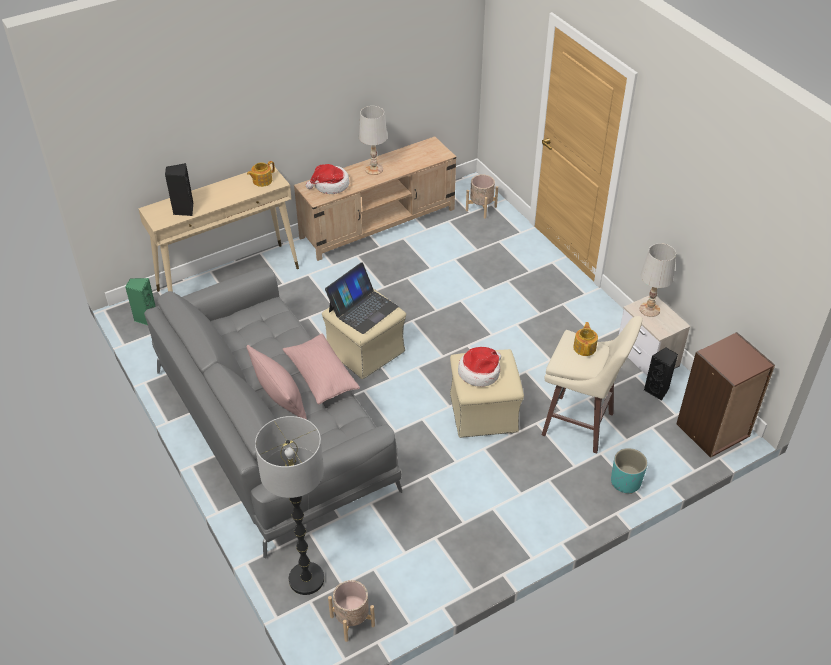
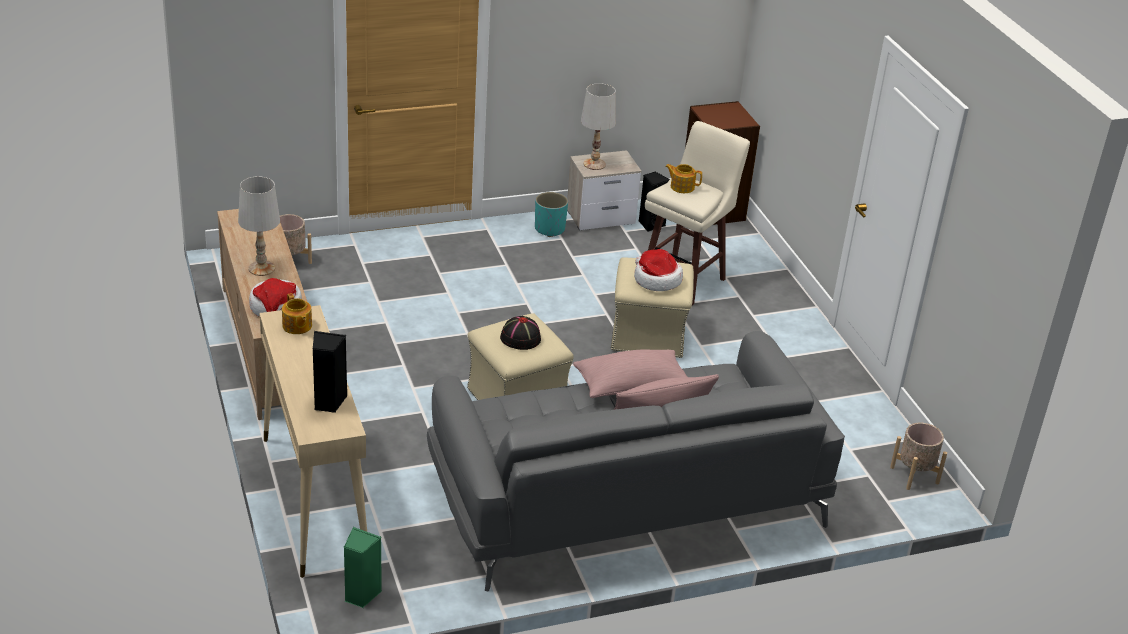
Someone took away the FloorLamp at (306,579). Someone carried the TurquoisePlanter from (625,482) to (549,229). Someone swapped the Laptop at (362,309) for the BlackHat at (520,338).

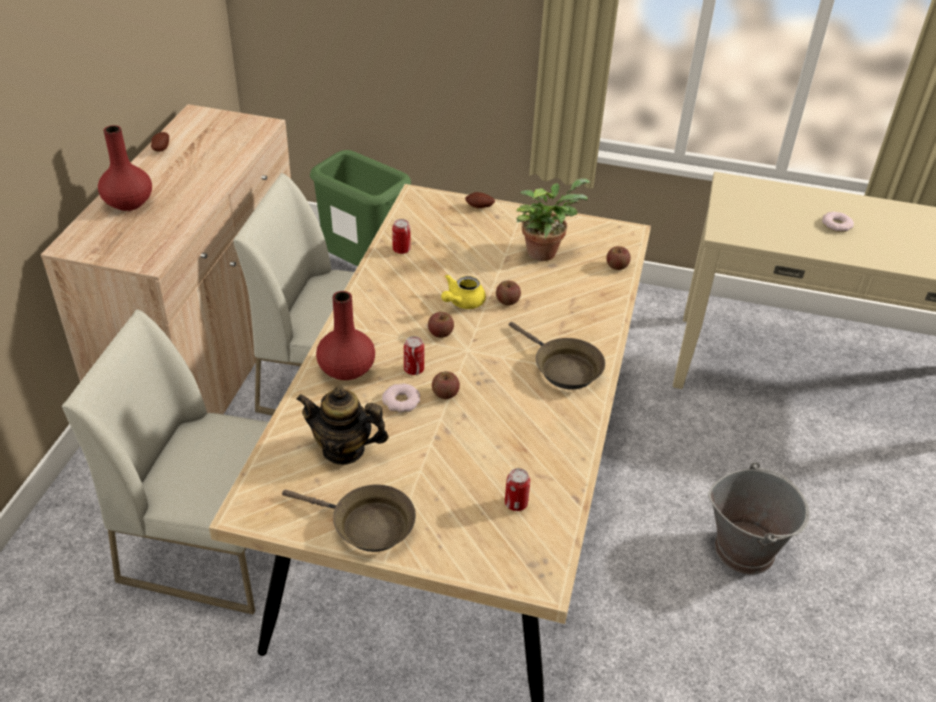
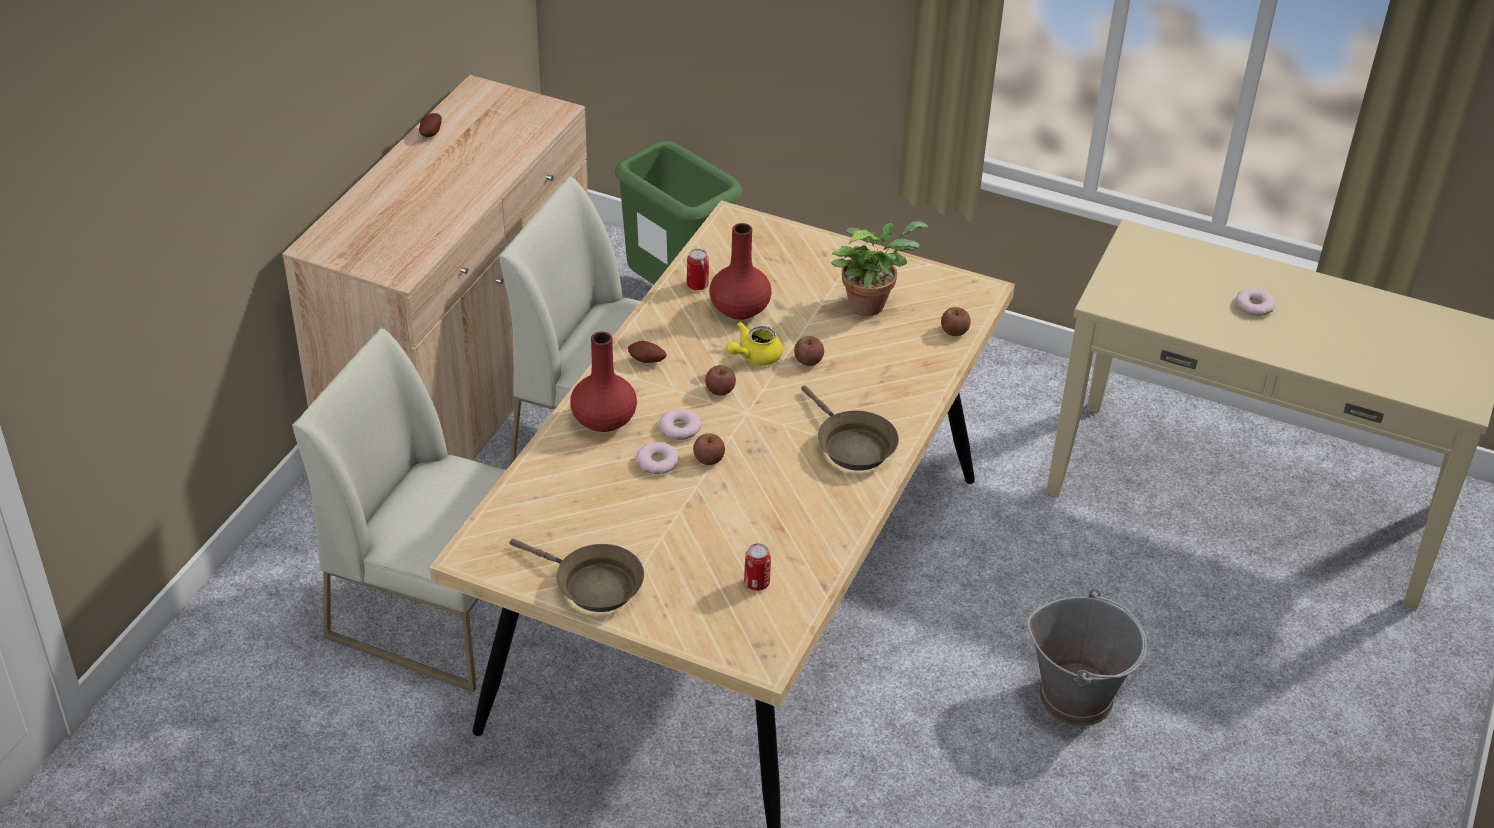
Someone took away the Teapot at (344,449). Someone carried the RedVase from (129,202) to (740,308). Someone carried the Potato from (479,207) to (646,361). Someone swapped the Can at (414,369) for the Donut at (679,428).

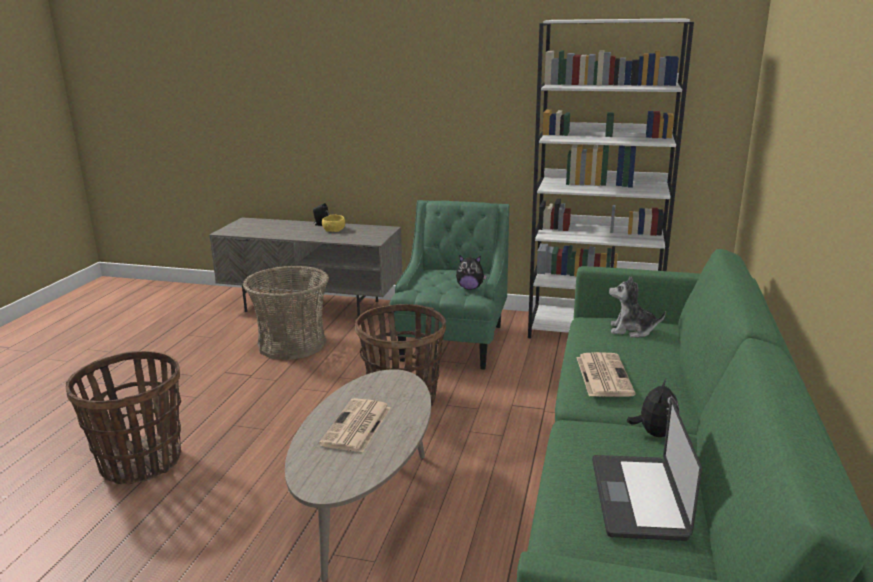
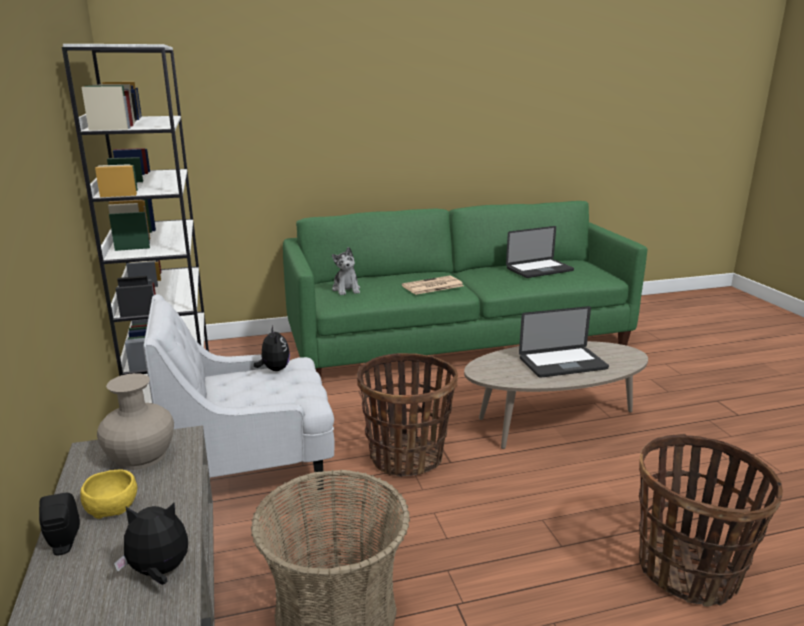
Someone put down the BeigeVase at (140,455). Someone carried the PlushToy from (654,433) to (159,572). Someone swapped the Newspaper at (356,426) for the Laptop at (562,364). Someone repainted the GreenArmchair at (452,344), which became the WhiteArmchair at (251,469).

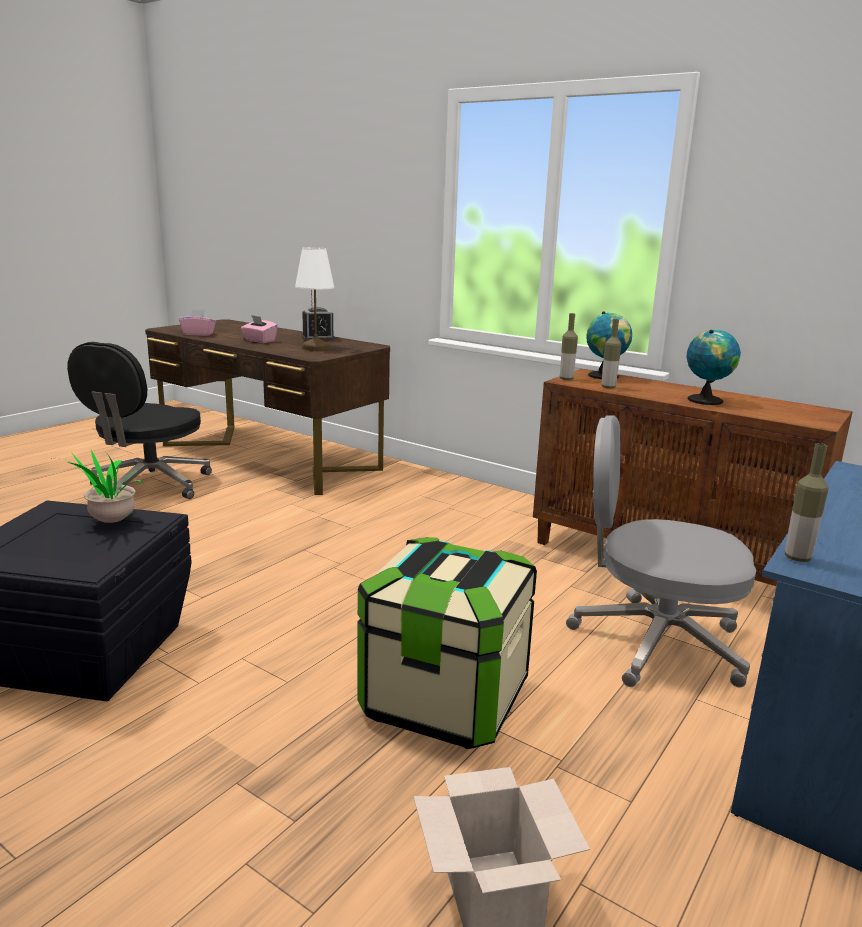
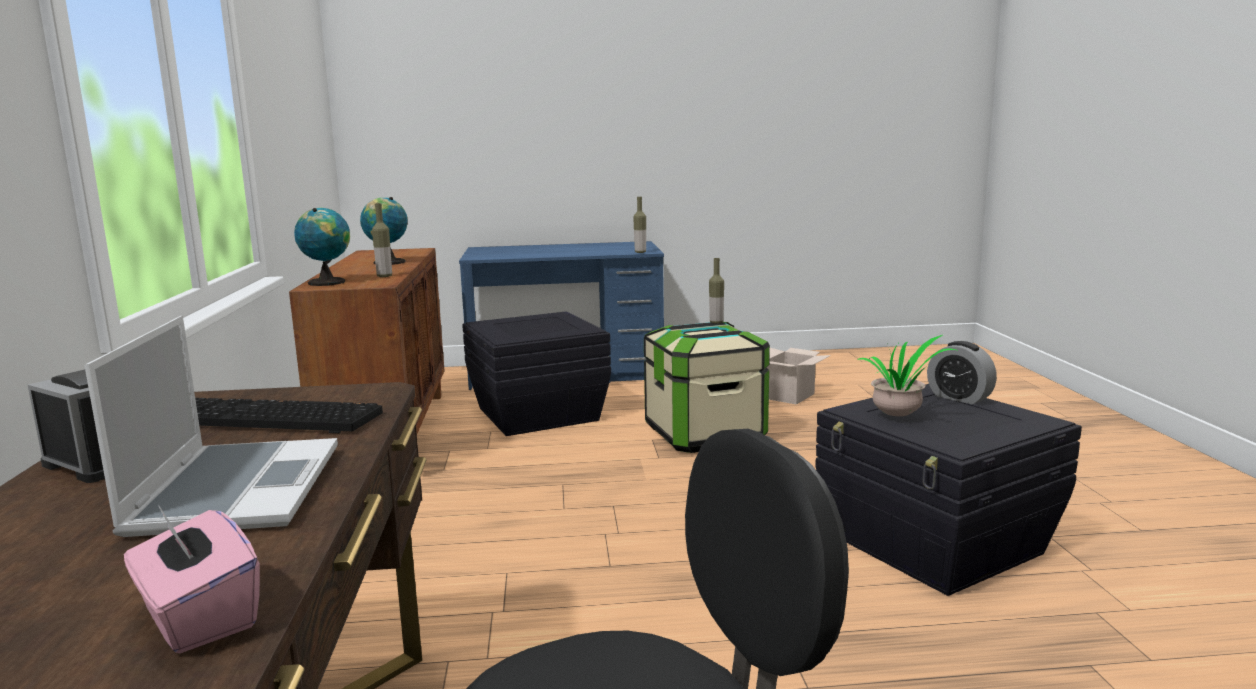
Someone put down the AlarmClock at (959,398). Someone carried the Bottle from (566,379) to (716,322). Someone swapped the PinkTissueBox at (259,341) for the Laptop at (236,489). Someone swapped the WhiteTableLamp at (316,348) for the Keyboard at (265,420). Someone swapped the GreyOfficeChair at (654,642) for the BlackStorageBox at (536,414).

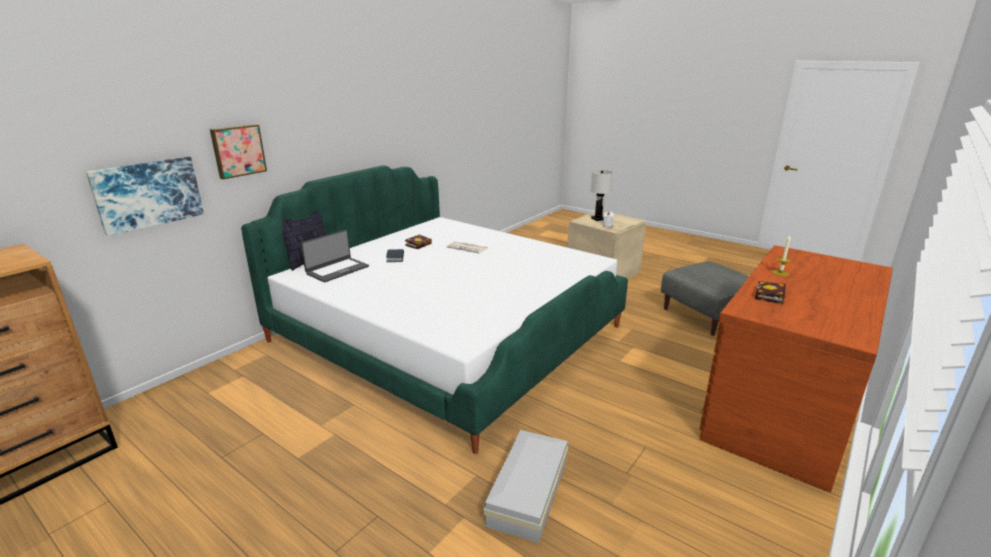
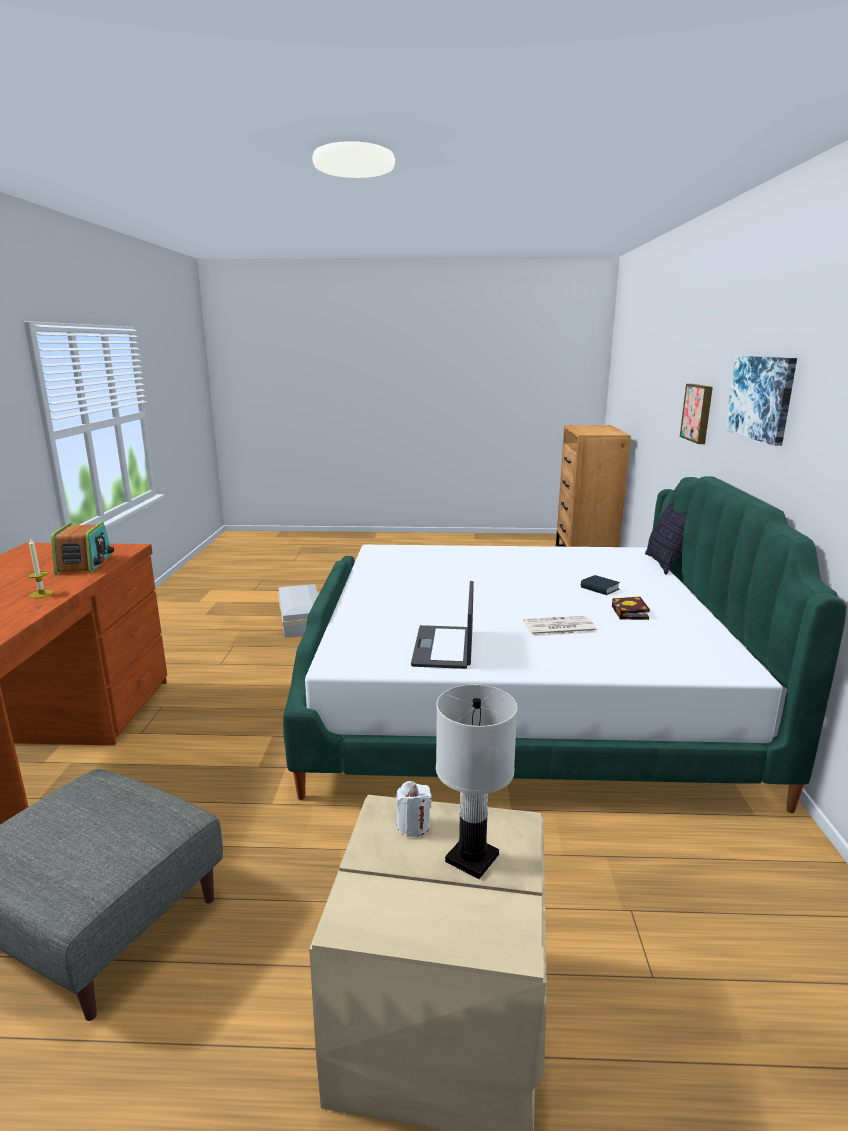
Someone carried the Picture from (148,194) to (761,397). Someone carried the Laptop from (337,270) to (444,647). Someone swapped the Book at (770,296) for the Radio at (85,564).

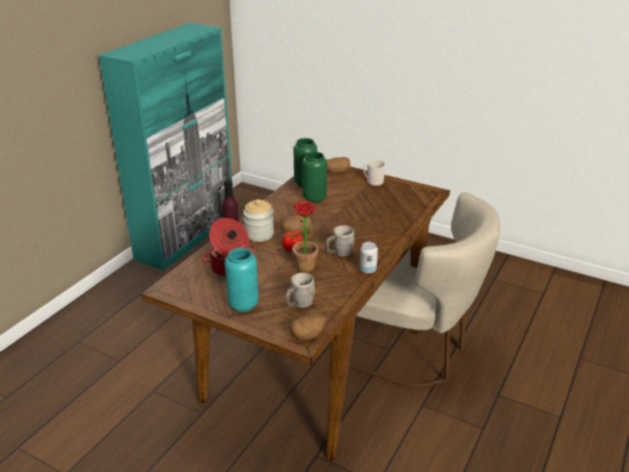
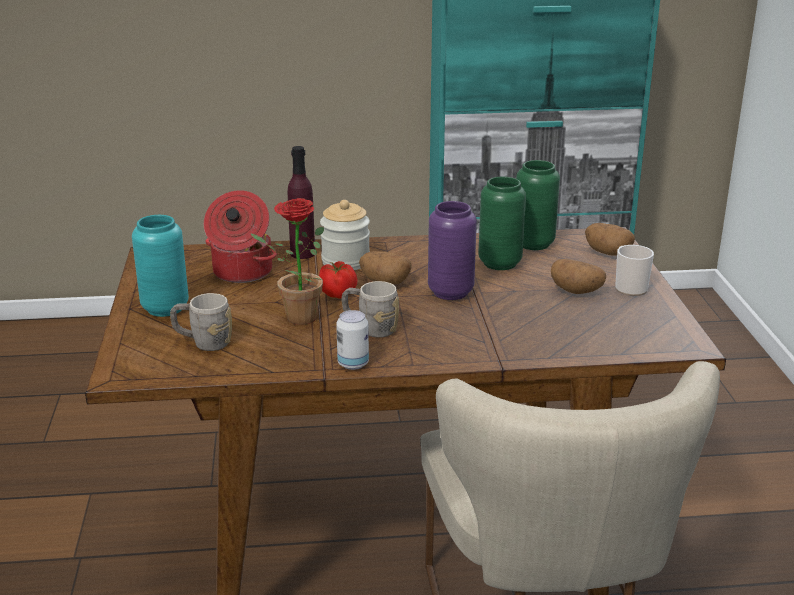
Someone put down the PurpleVase at (450,292). Someone carried the Potato from (308,335) to (576,291).

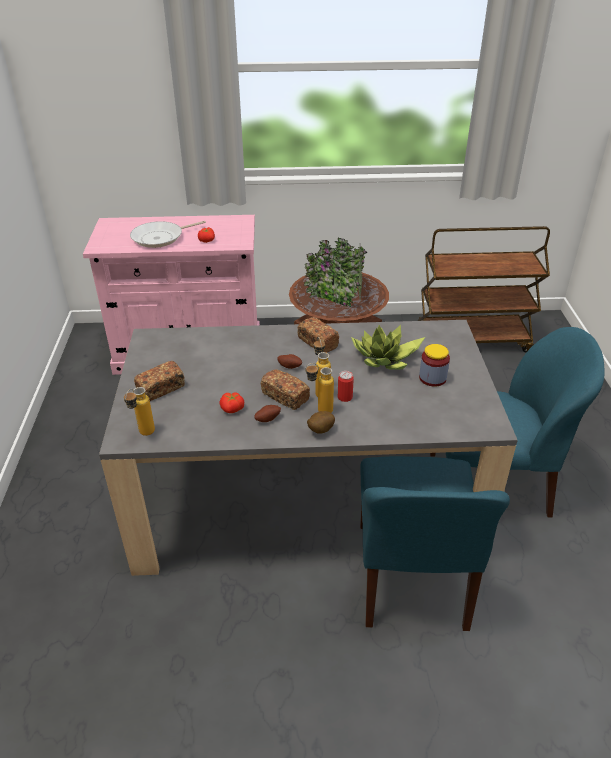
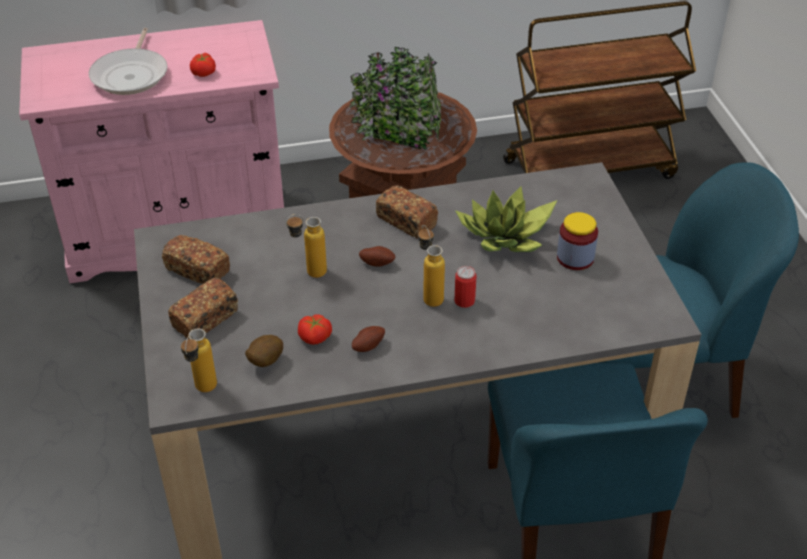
Someone carried the Bread from (285,397) to (198,270). Someone carried the Bottle from (319,411) to (309,274). Someone carried the Potato from (319,430) to (264,361). Someone rotated the FryingPan at (160,238) by 45 degrees counterclockwise.

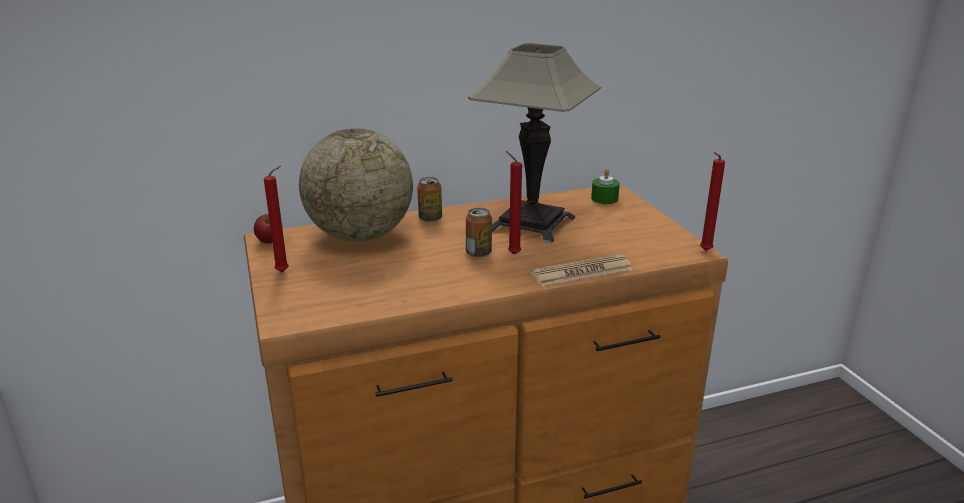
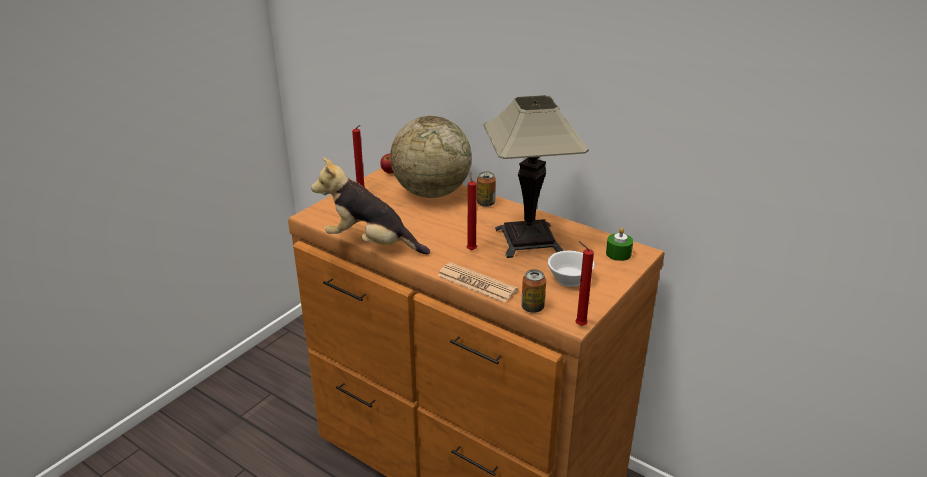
Someone put down the PlushToy at (371,244). Someone put down the WhiteCup at (569,278). Someone carried the Can from (478,253) to (532,307).

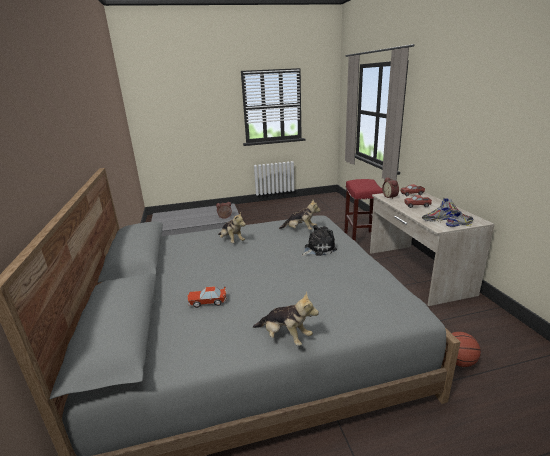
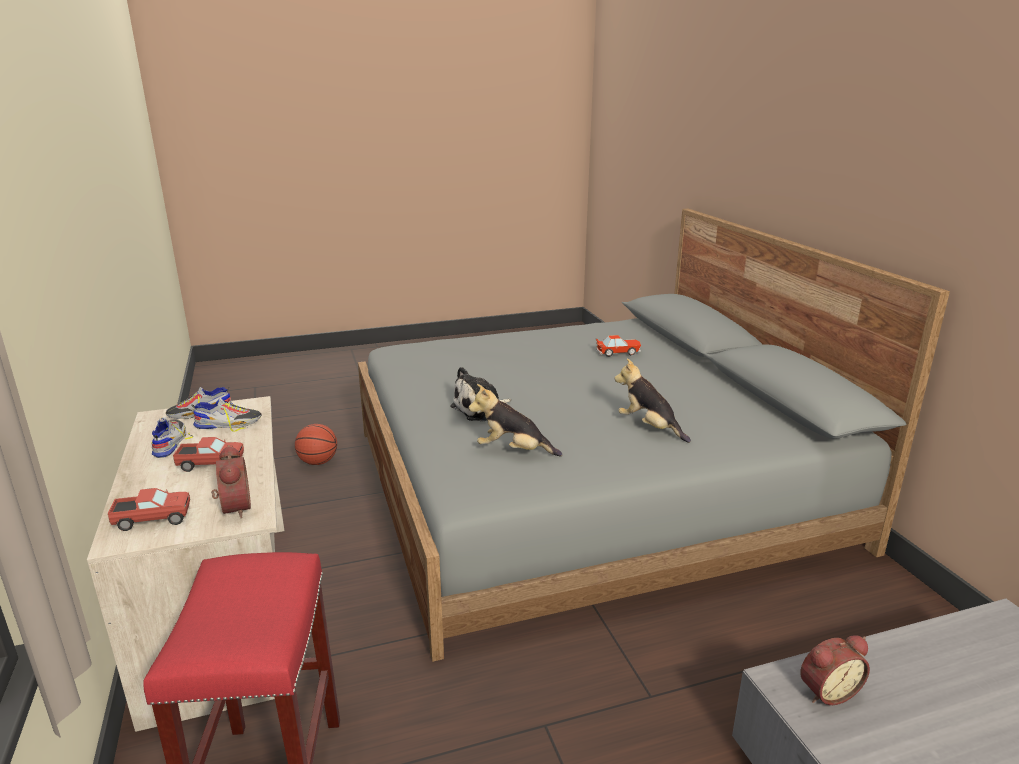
Someone took away the PlushToy at (285,337).

